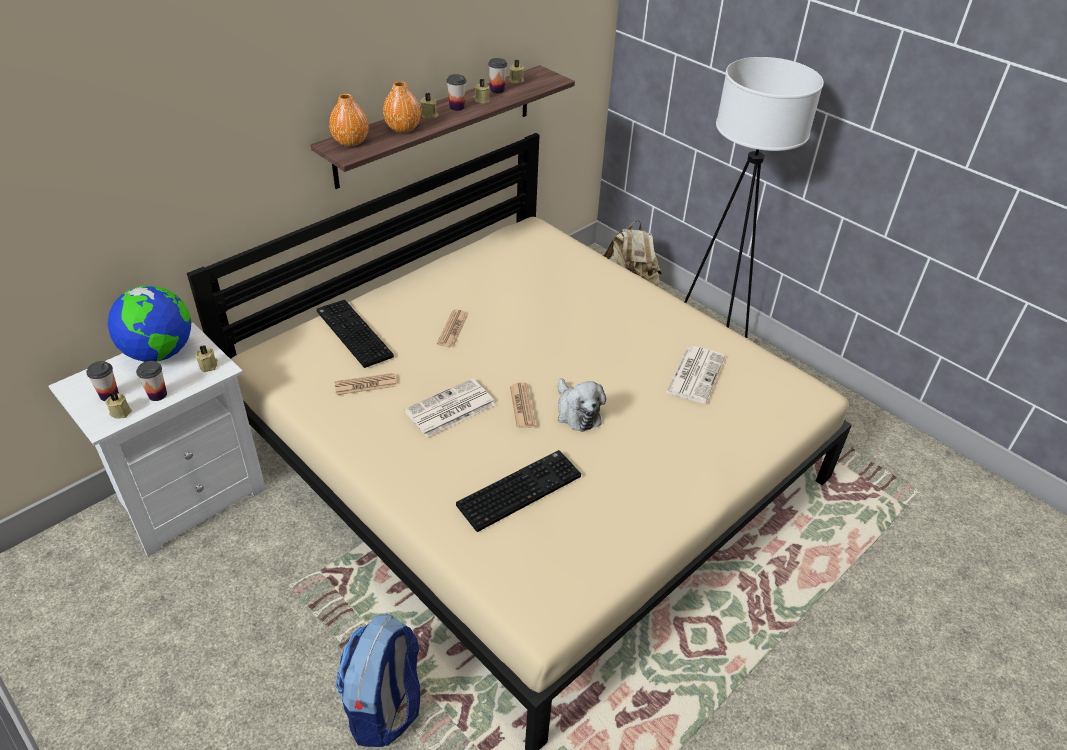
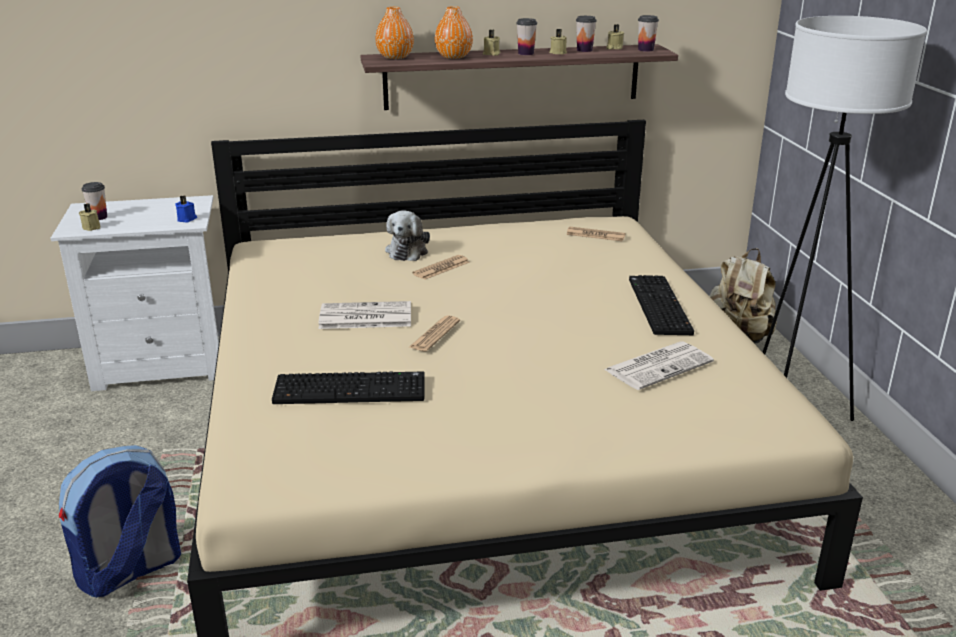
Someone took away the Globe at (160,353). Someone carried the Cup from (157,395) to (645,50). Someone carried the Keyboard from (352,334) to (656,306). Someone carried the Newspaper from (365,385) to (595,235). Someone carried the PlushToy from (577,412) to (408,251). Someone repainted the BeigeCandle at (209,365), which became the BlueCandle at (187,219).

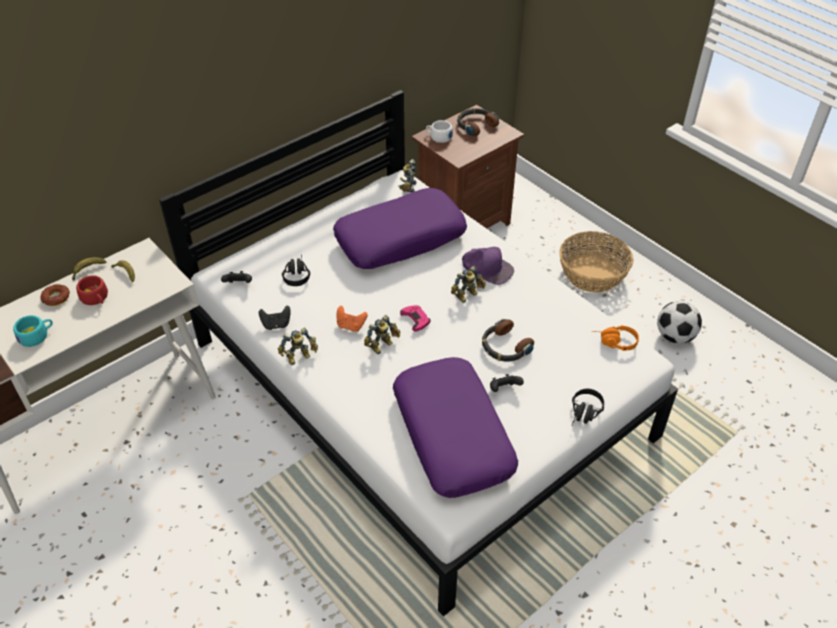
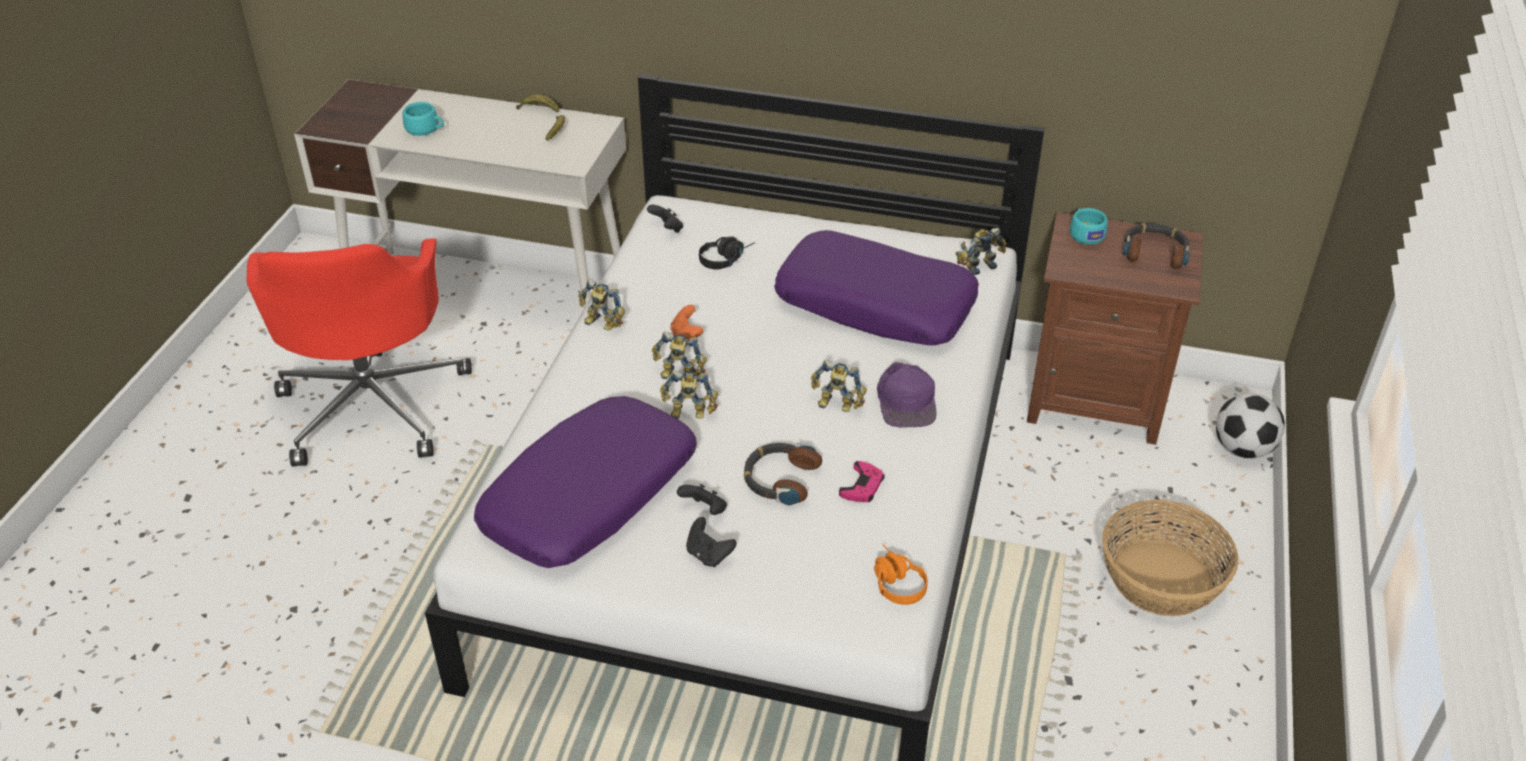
Someone took away the Donut at (56,298). Someone took away the RedCup at (96,298). Someone took away the BlackHeadphones at (584,414). Someone put down the RedOfficeChair at (373,404). Someone put down the ToyRobot at (689,414). Someone carried the BlackGameController from (276,324) to (708,555). Someone carried the PinkGameController from (415,319) to (862,486). Someone carried the Football from (675,337) to (1242,449). Someone repainted the WhiteCup at (438,137), which became the TurquoiseCup at (1085,233).

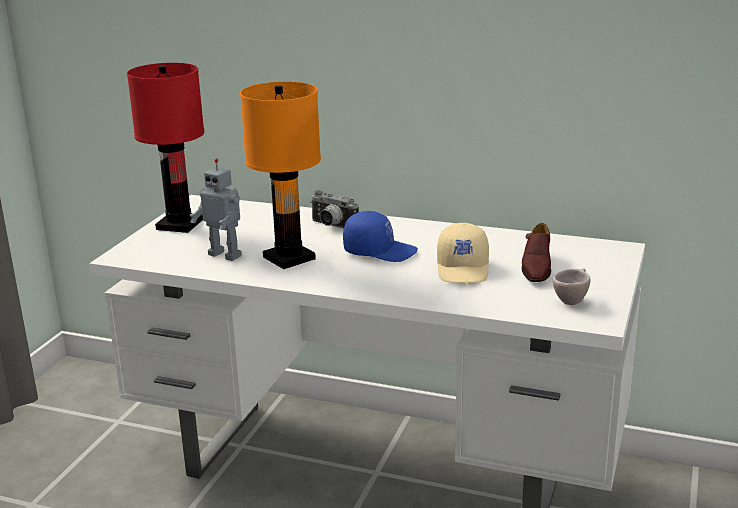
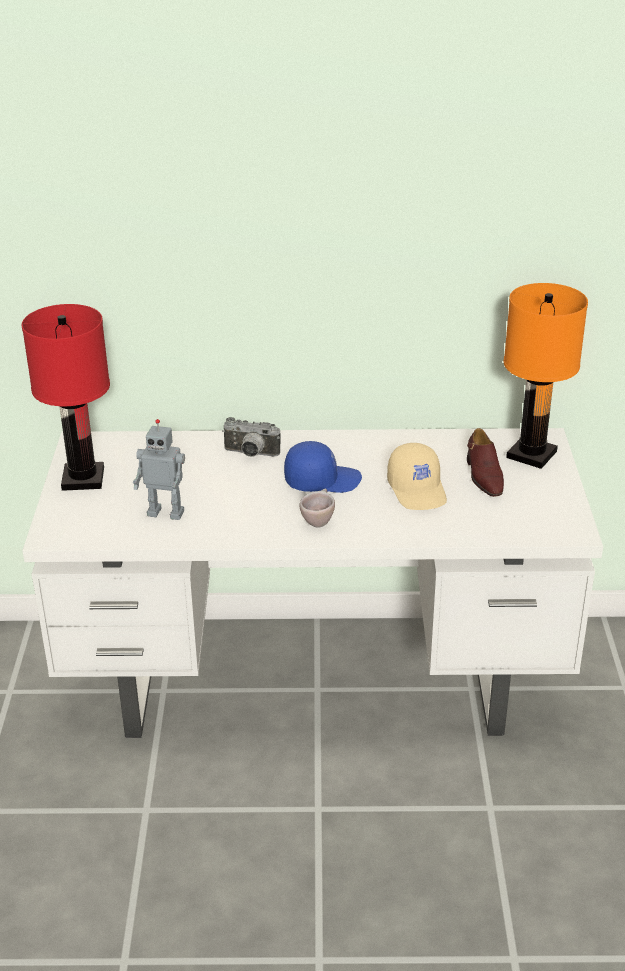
Someone carried the OrangeTableLamp from (288,258) to (530,454). Someone carried the BeigeCup from (572,300) to (318,521).

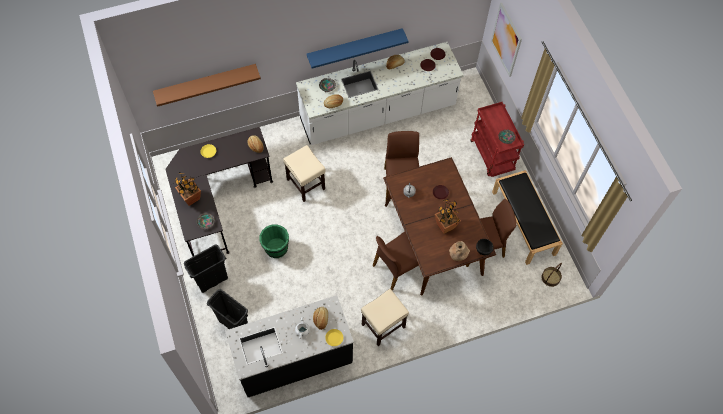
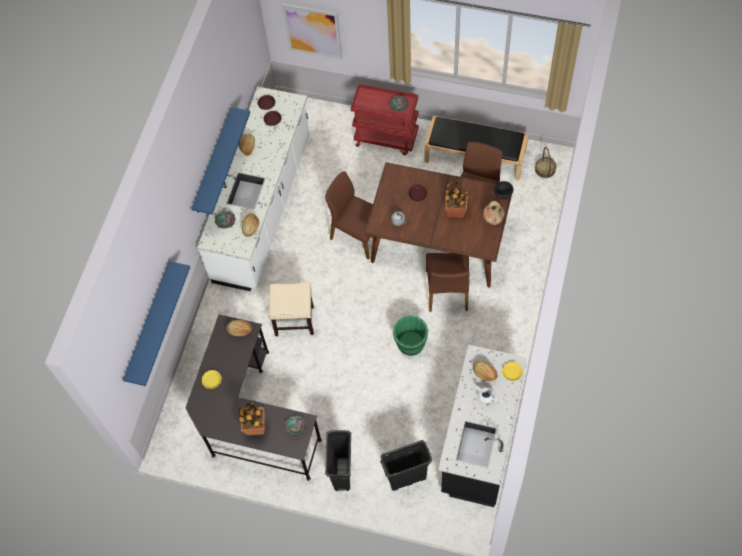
Someone took away the BeigeStool at (383,326). Someone carried the GreenBucket from (276,248) to (410,344). Someone repainted the BrownShelf at (206,82), which became the BlueShelf at (148,323).

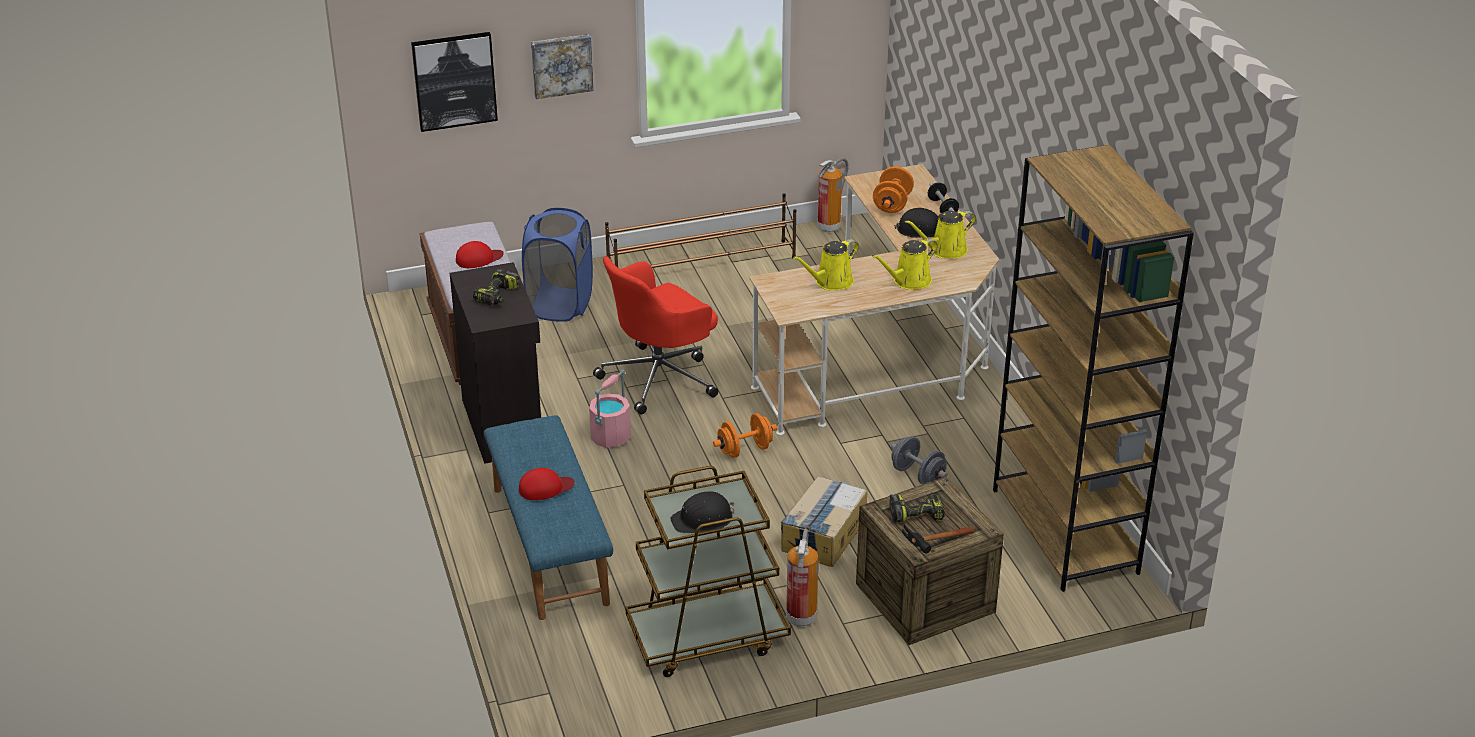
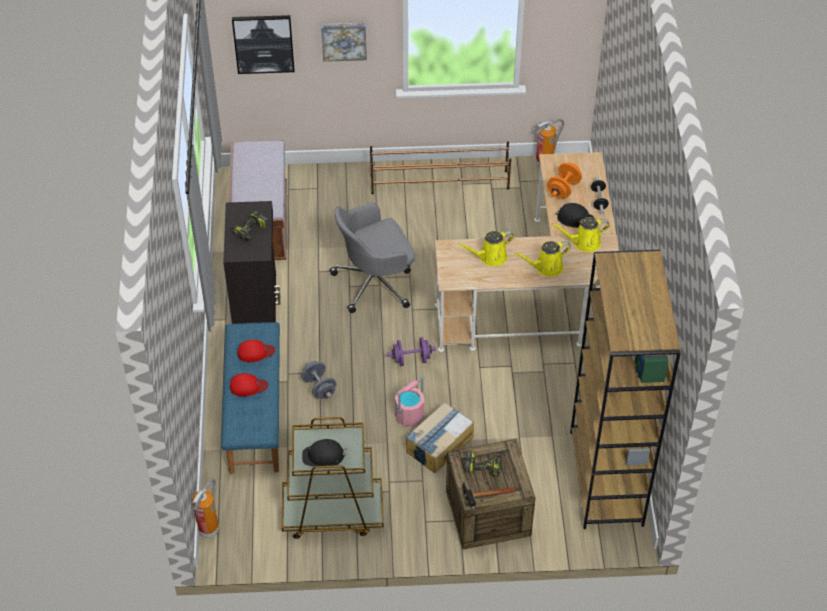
Someone took away the BlueLaundryBasket at (560,305). Someone carried the RedCap from (478,258) to (255,352). Someone carried the PinkBucket from (610,437) to (409,415). Someone carried the FireExtinguisher from (801,616) to (209,528). Someone carried the GreyDumbbell from (917,475) to (319,387). Someone repainted the RedOfficeChair at (660,378), which became the GreyOfficeChair at (375,282). Someone repainted the OrangeDumbbell at (745,450), which became the PurpleDumbbell at (411,359).

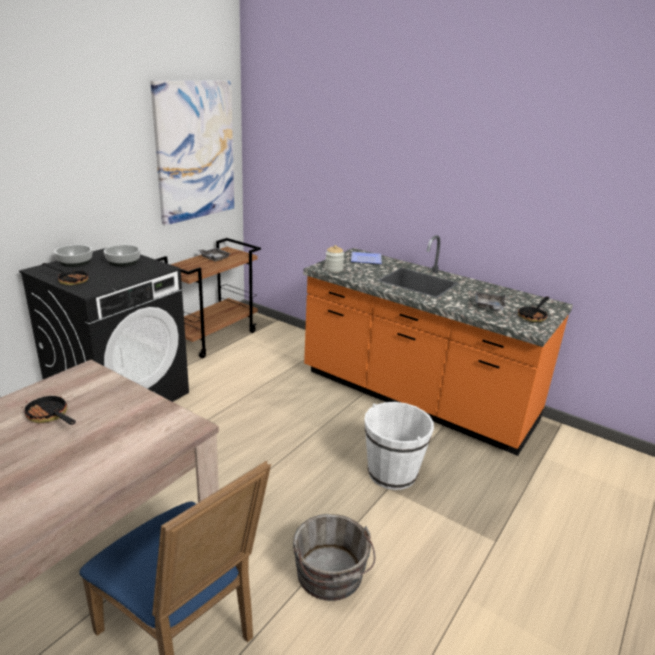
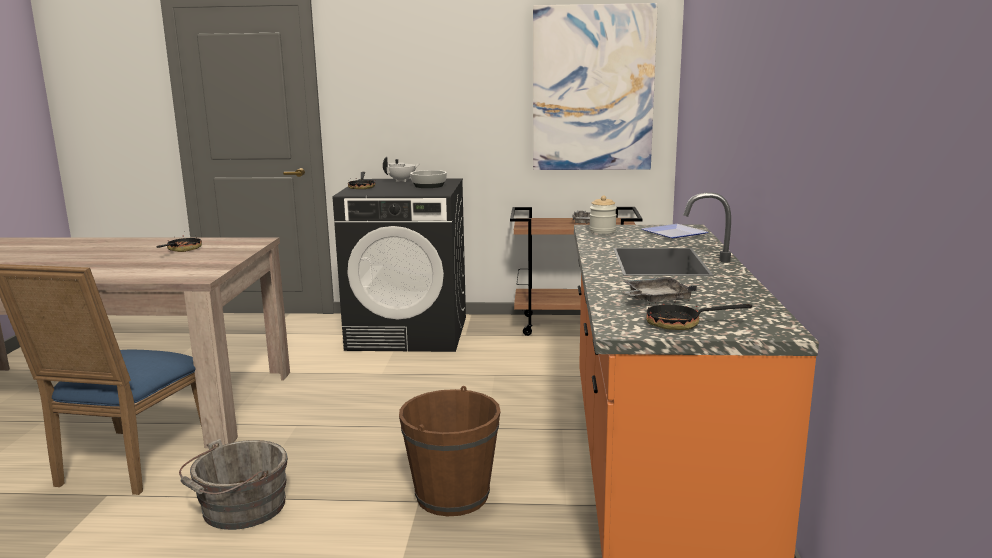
Someone swapped the Bowl at (75,262) for the WhiteTeapot at (402,181). Someone repainted the WhiteBucket at (392,473), which became the BrownBucket at (452,496).

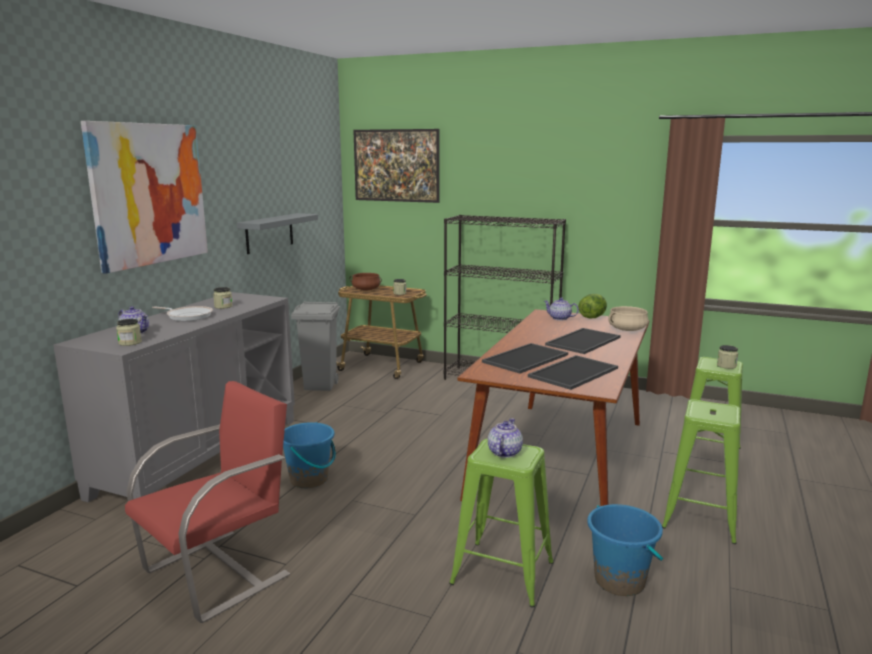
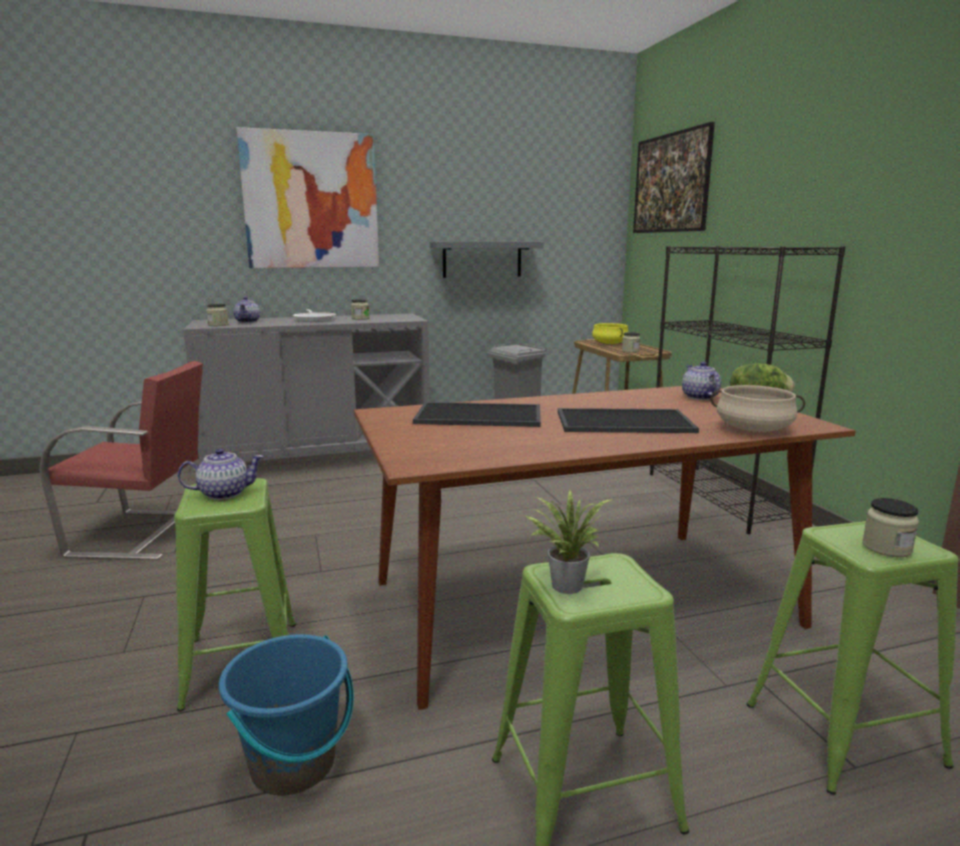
Someone took away the BlueBucket at (309,479). Someone took away the Tray at (574,373). Someone put down the PottedPlant at (564,584). Someone repainted the BrownCookingPot at (366,289), which became the YellowCookingPot at (609,343).

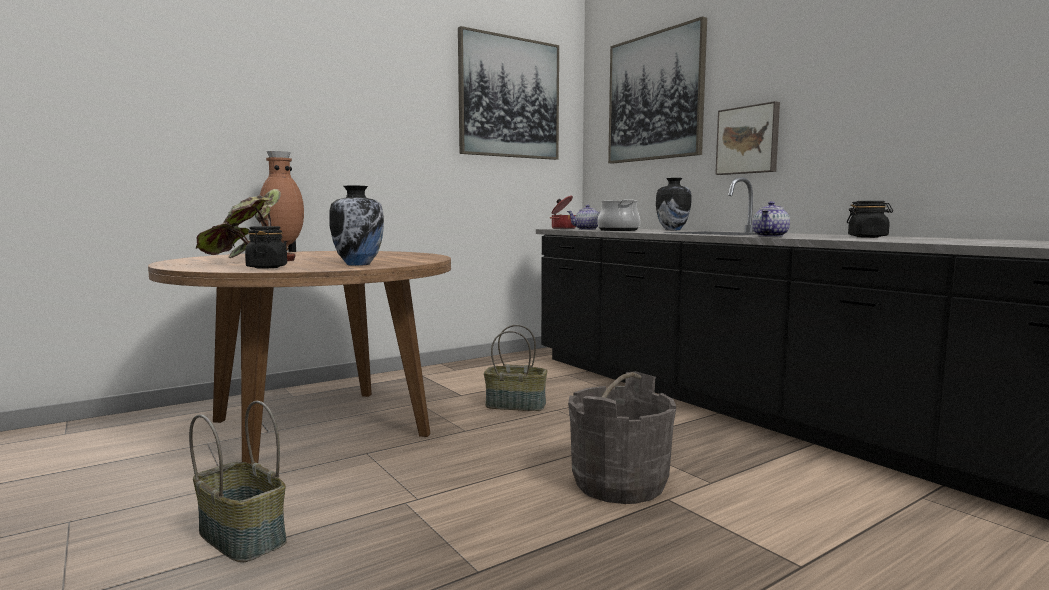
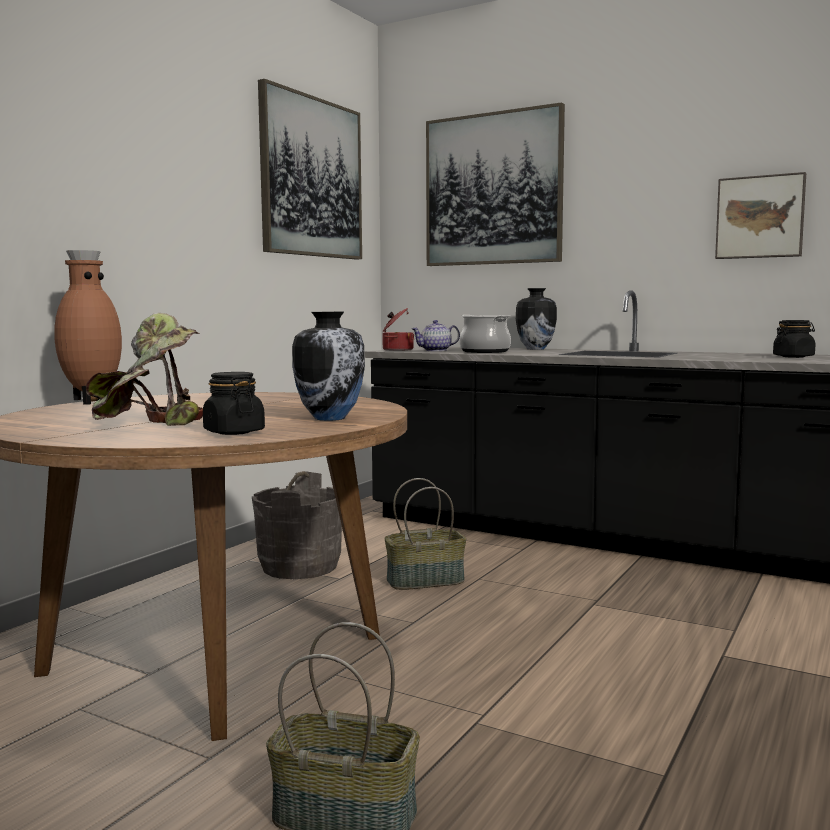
Someone took away the Teapot at (770,236). Someone carried the GreyBucket from (619,483) to (299,567). Someone carried the Picture from (748,140) to (760,217).

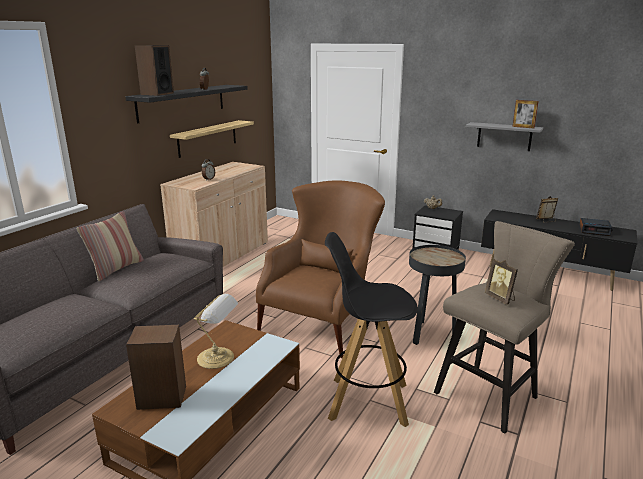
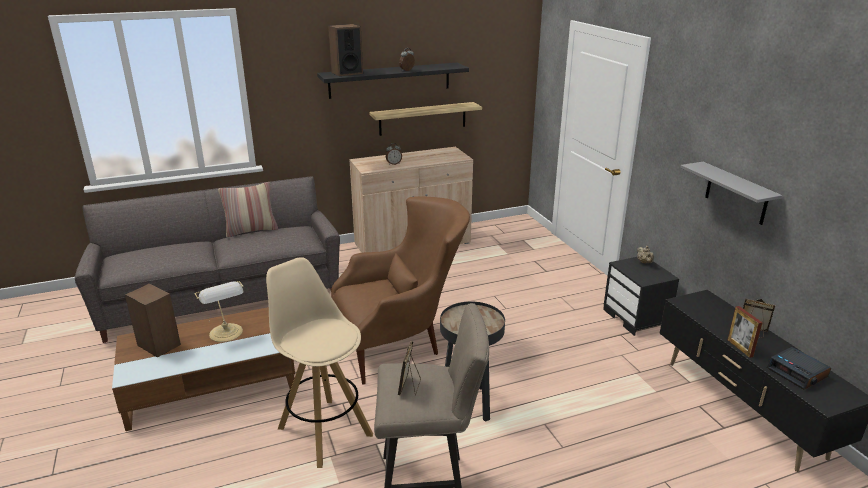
Someone carried the PictureFrame from (523,127) to (740,348). Someone repainted the BlackStool at (367,401), which became the BeigeStool at (324,430).

